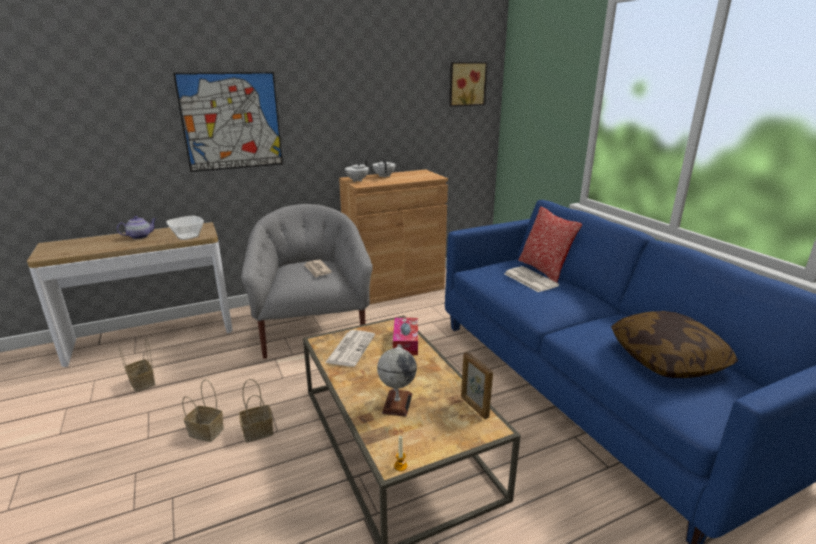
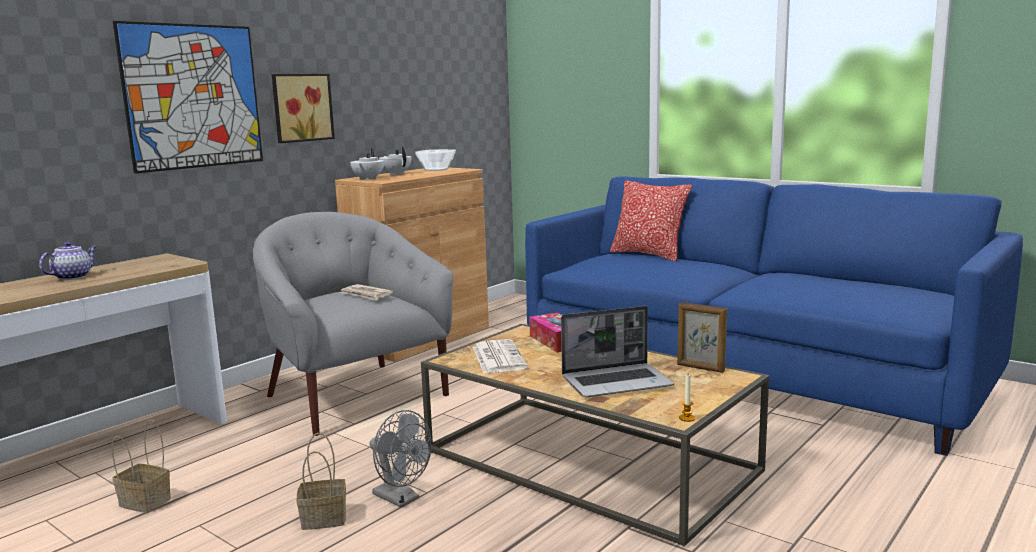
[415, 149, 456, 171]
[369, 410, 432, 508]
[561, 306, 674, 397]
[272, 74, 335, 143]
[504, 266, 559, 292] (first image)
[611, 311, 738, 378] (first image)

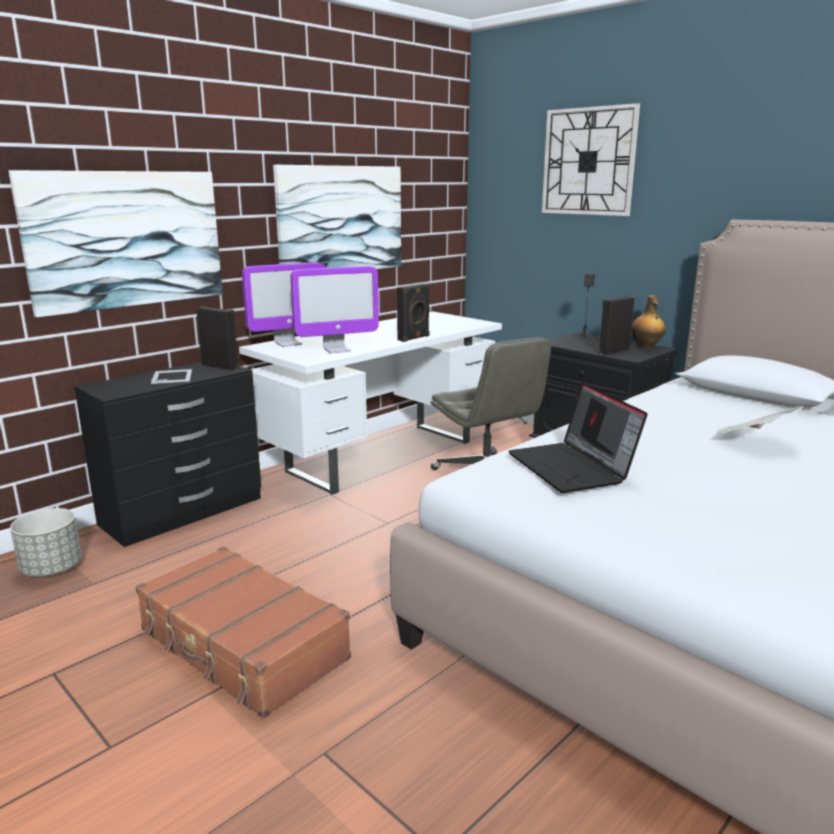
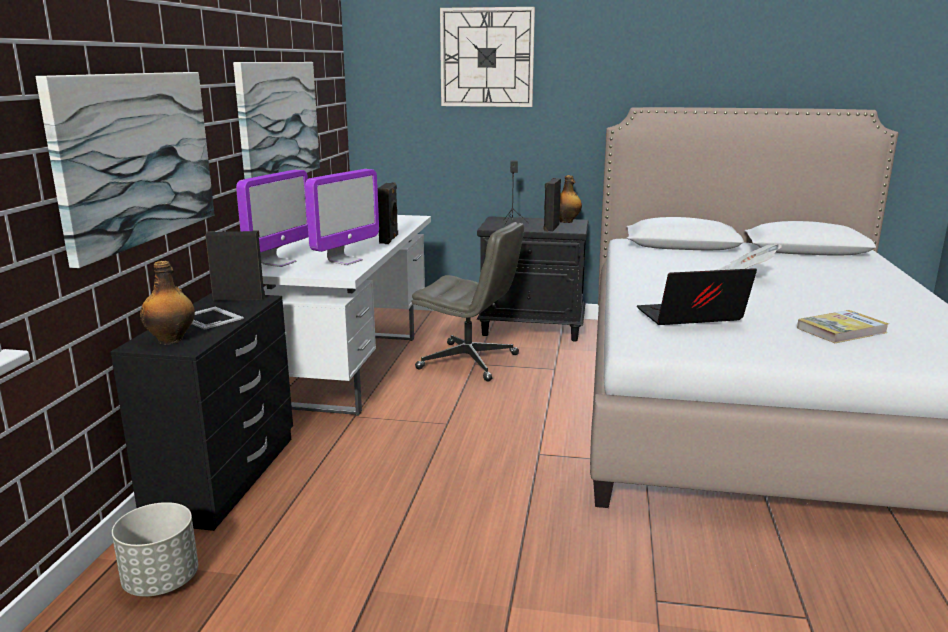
[136, 546, 351, 718] (first image)
[637, 268, 757, 325]
[140, 261, 195, 344]
[797, 310, 889, 343]

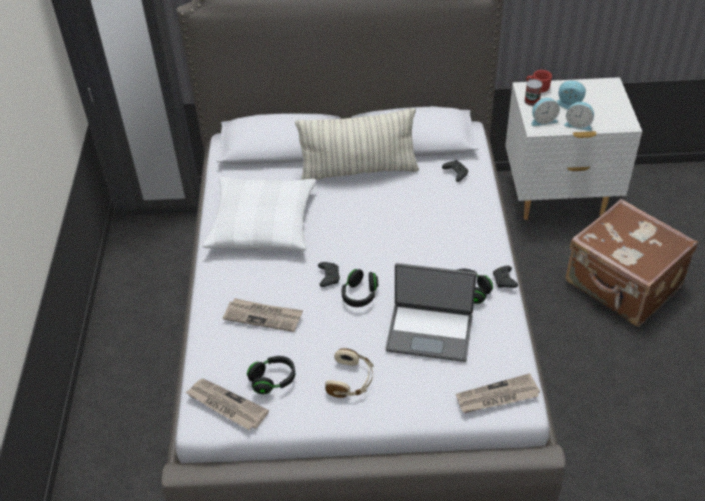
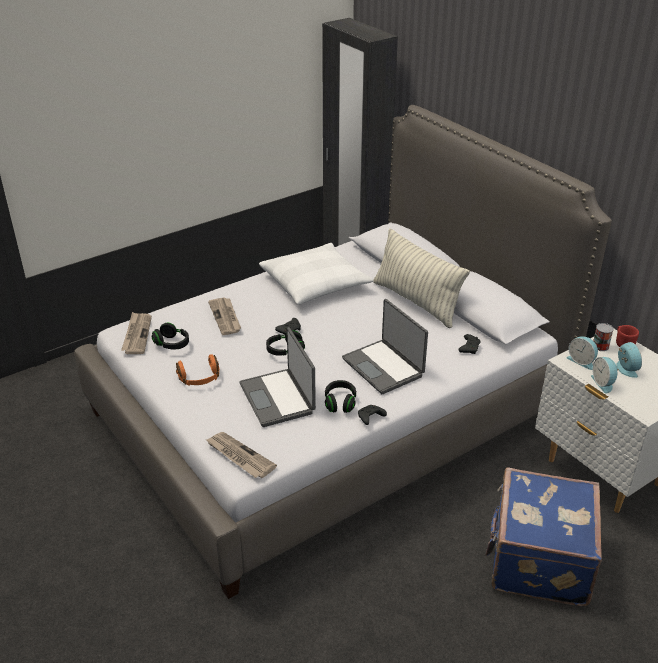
[176, 354, 219, 386]
[485, 467, 602, 606]
[342, 299, 428, 394]

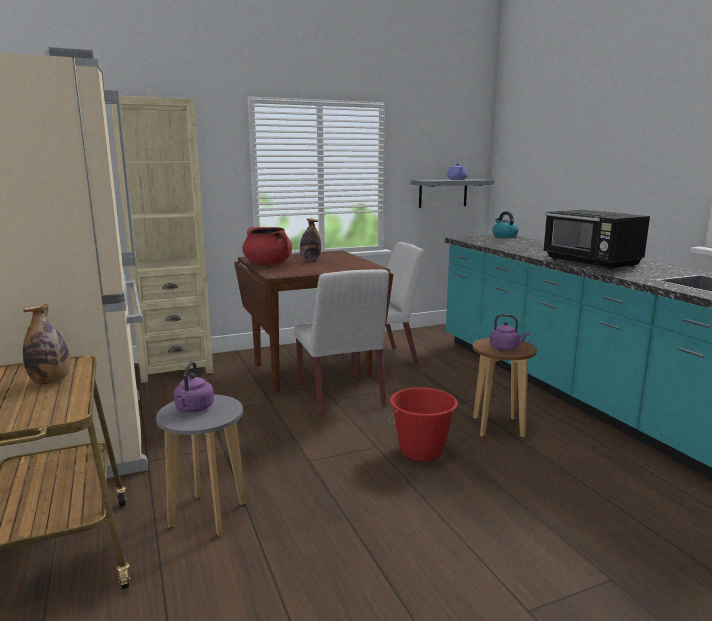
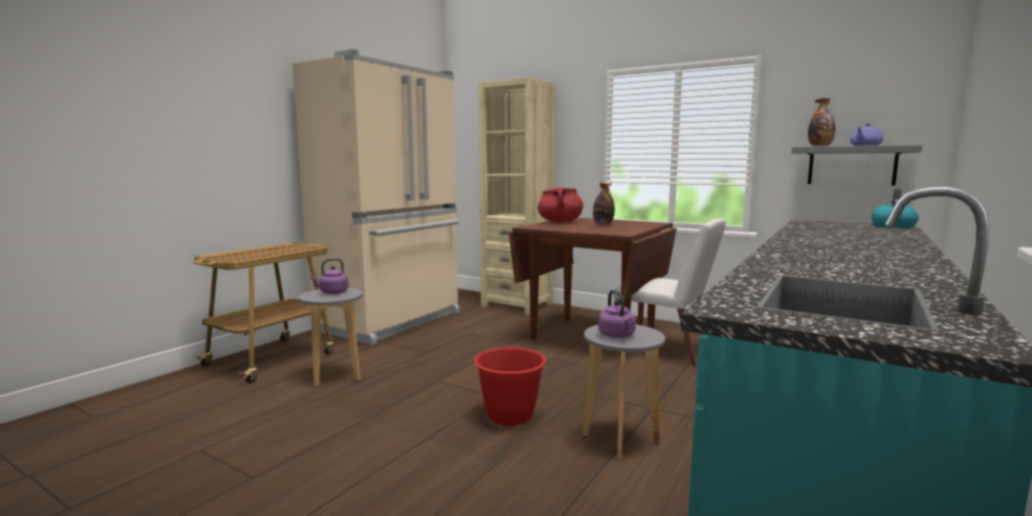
[808, 98, 836, 147]
[294, 269, 389, 418] (first image)
[582, 325, 665, 459]
[543, 210, 650, 270] (first image)

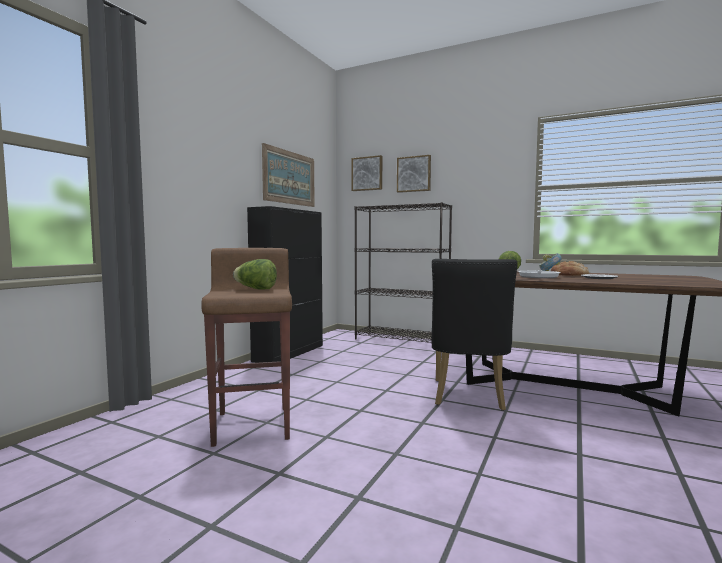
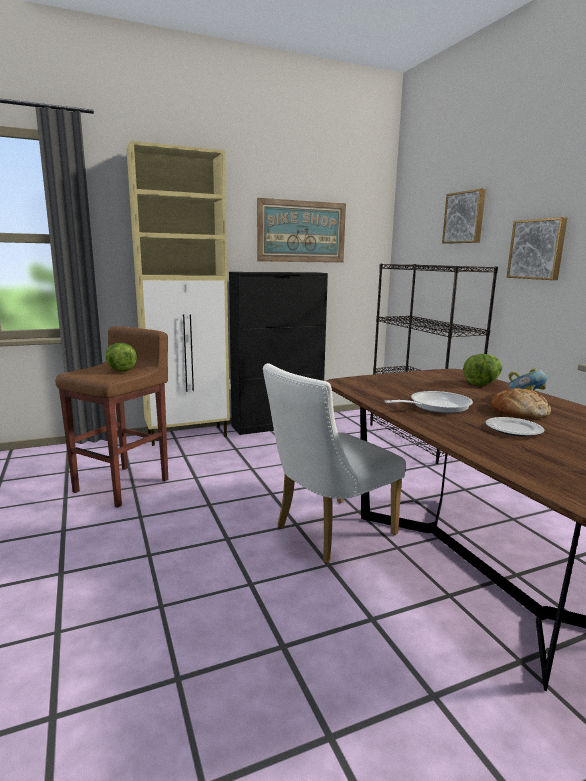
[506, 217, 567, 280]
[263, 363, 406, 563]
[126, 141, 230, 446]

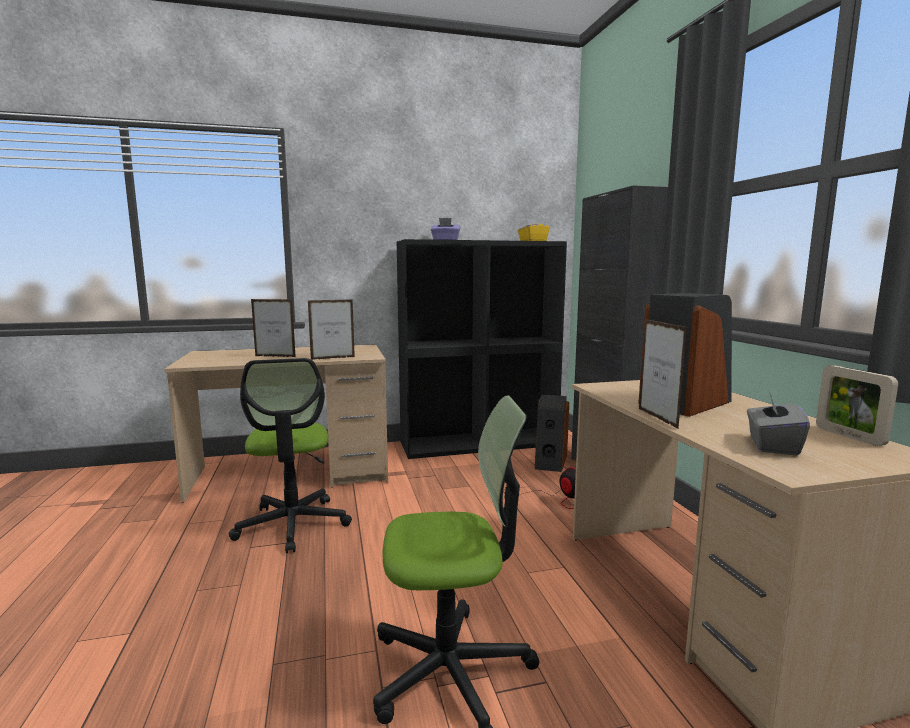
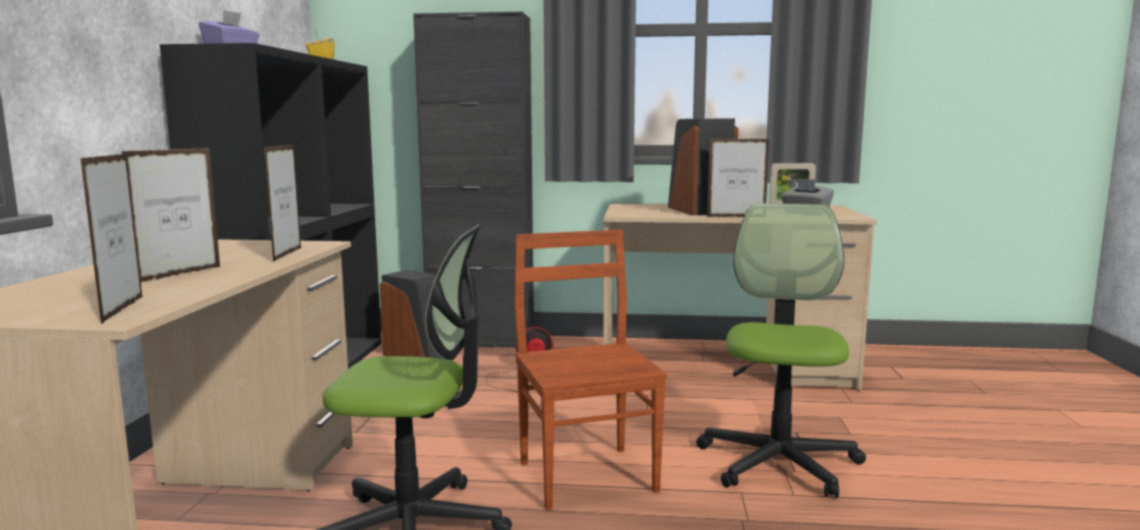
[80, 153, 143, 324]
[514, 230, 667, 510]

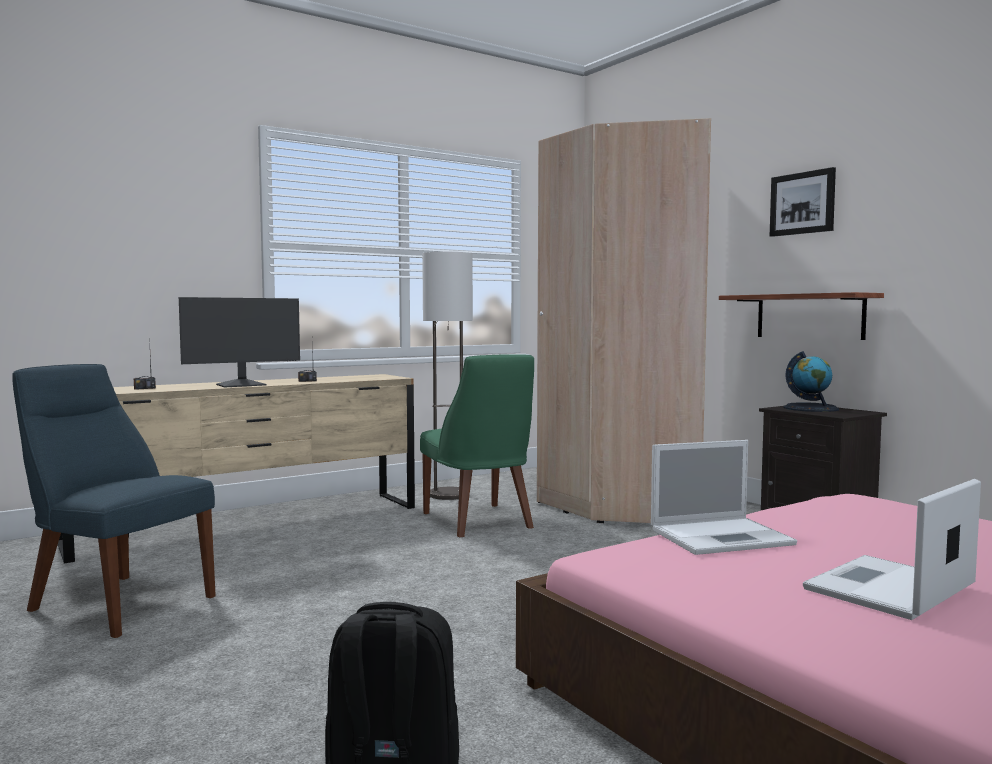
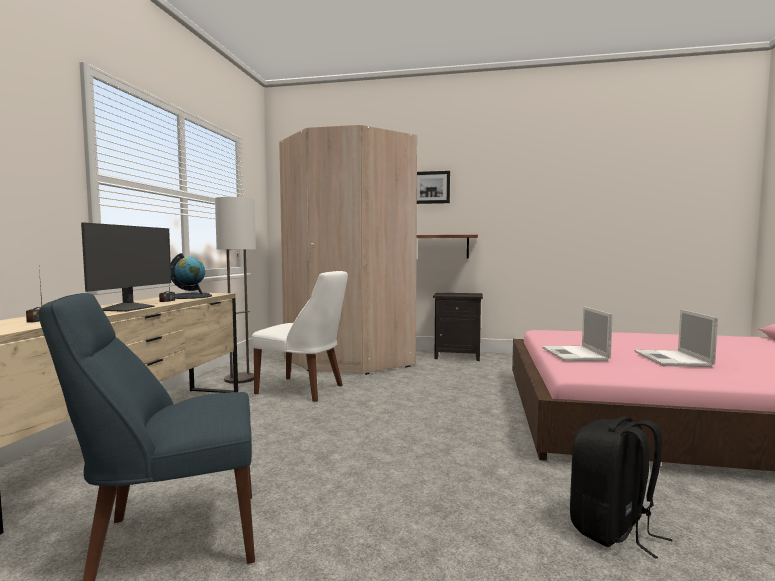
[252, 271, 348, 402]
[542, 306, 613, 361]
[171, 253, 212, 299]

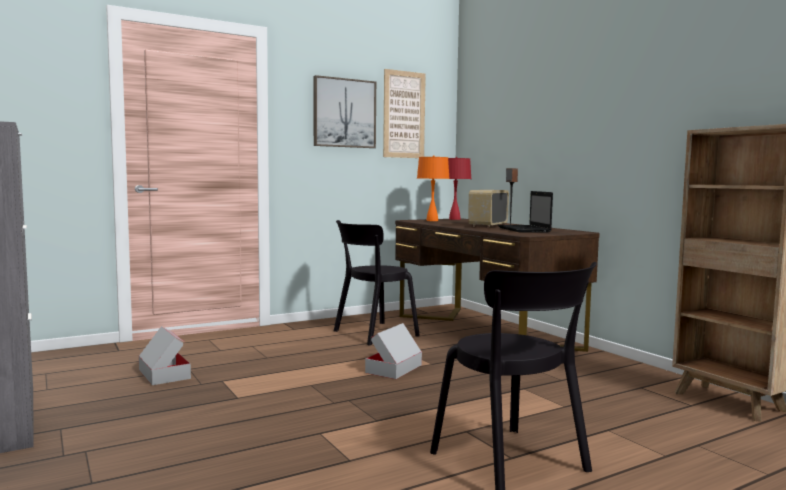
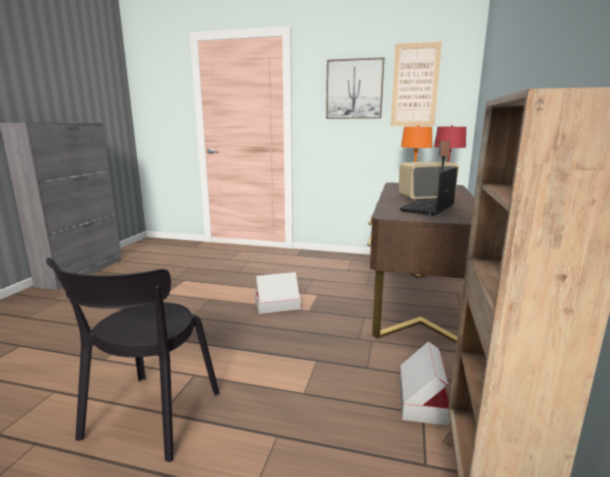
[399, 341, 450, 426]
[334, 220, 420, 346] (first image)

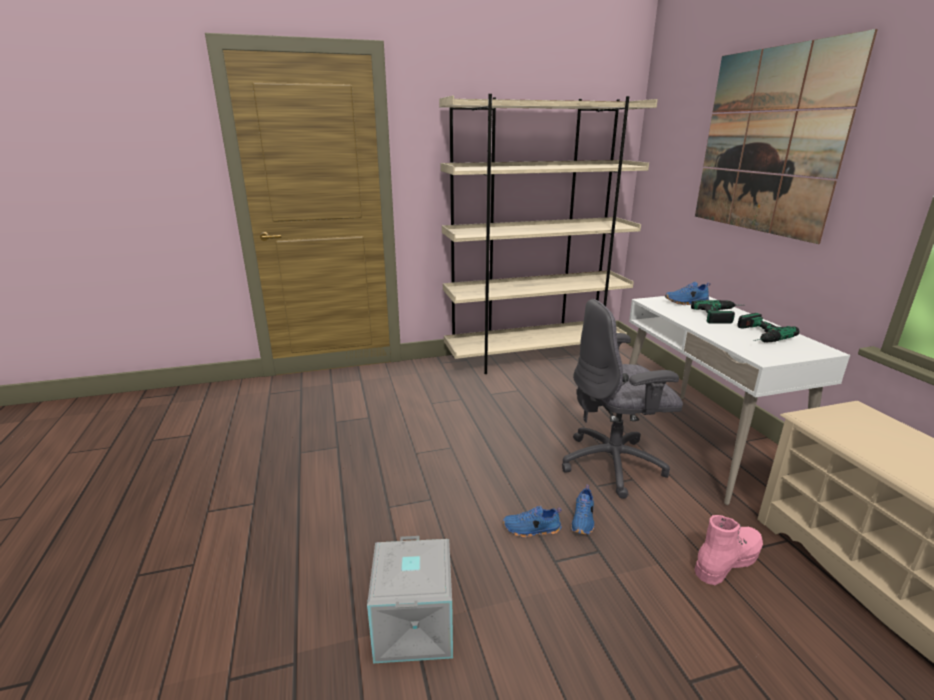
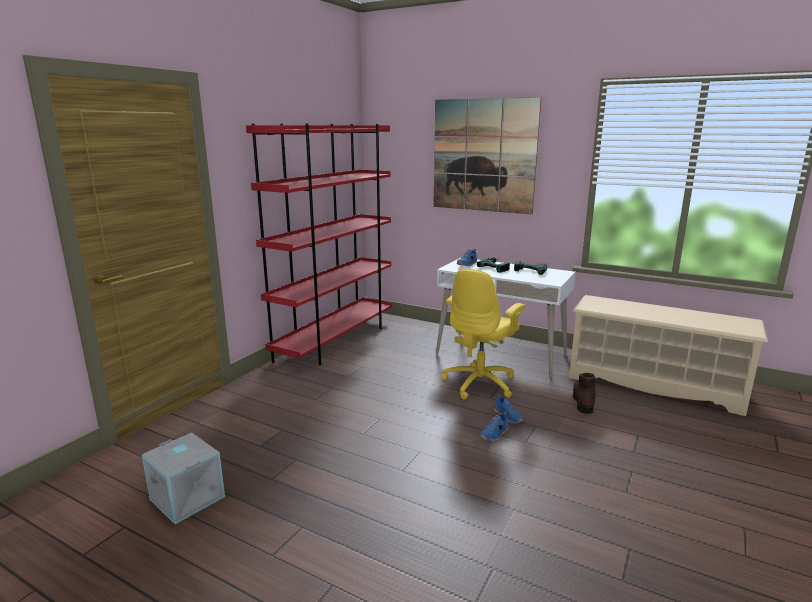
[142, 433, 225, 524]
[246, 124, 392, 365]
[441, 269, 525, 400]
[573, 373, 597, 414]

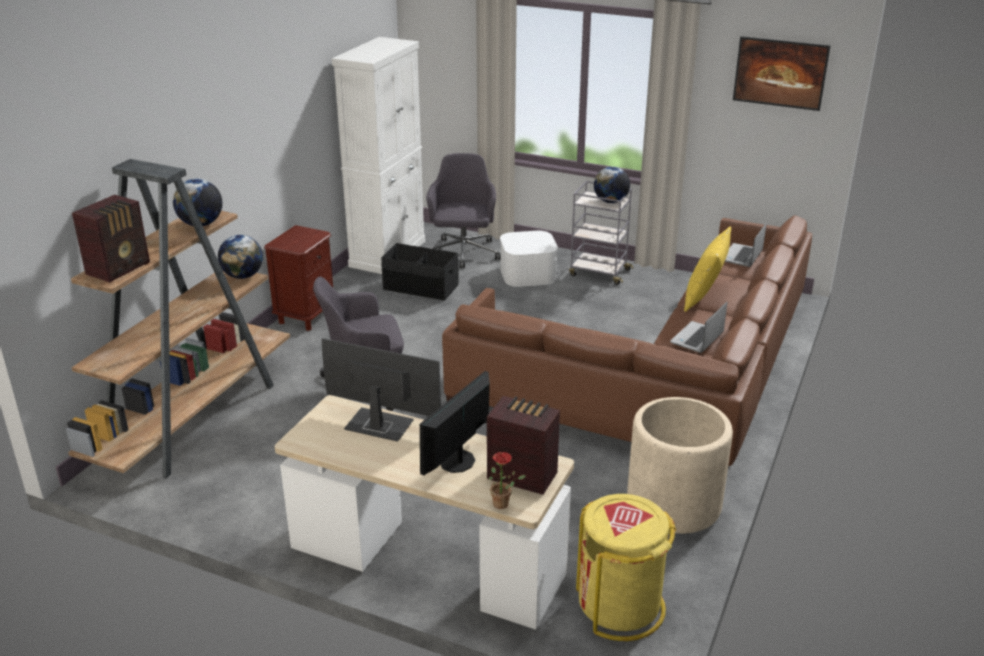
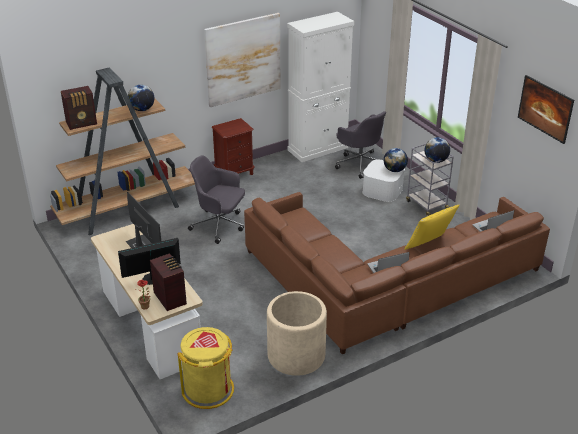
[384, 148, 408, 172]
[381, 243, 459, 301] (first image)
[335, 111, 386, 179]
[204, 13, 281, 107]

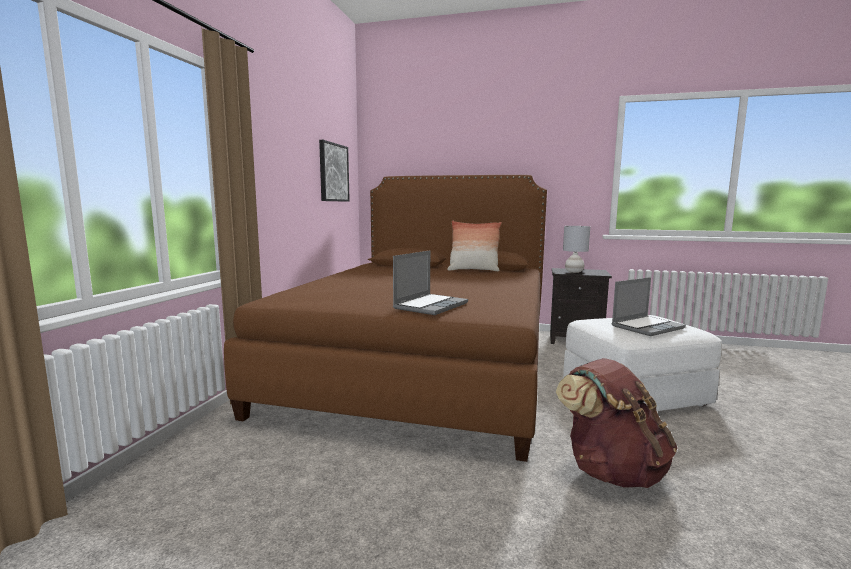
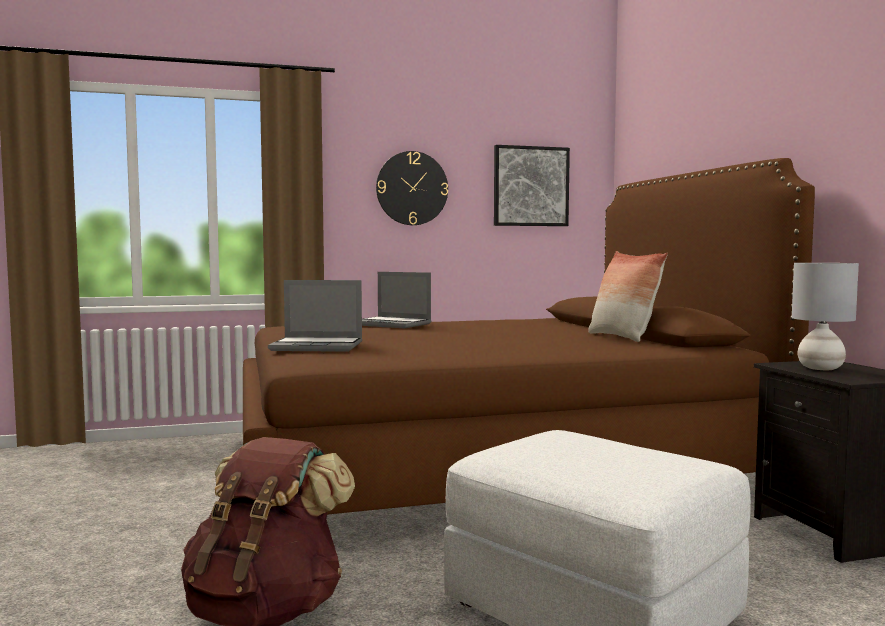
[362, 272, 431, 328]
[376, 151, 448, 225]

